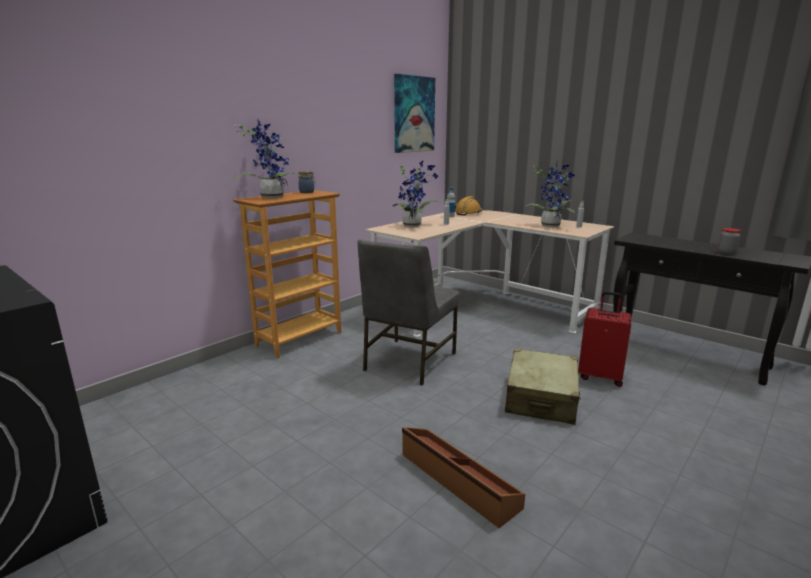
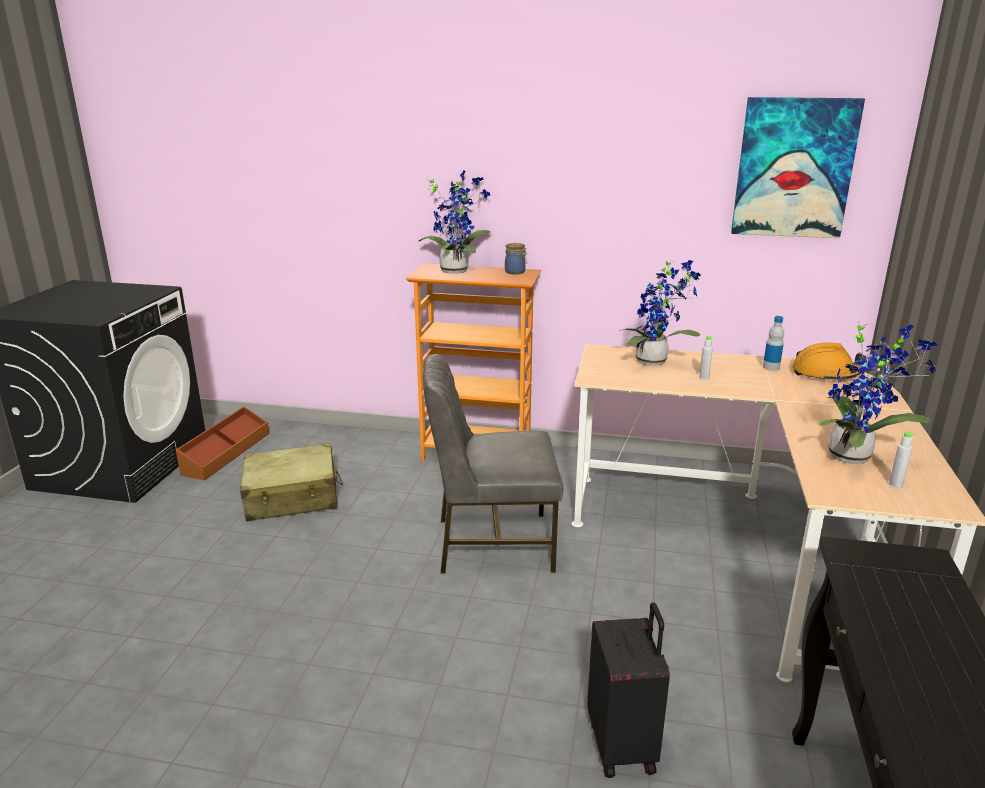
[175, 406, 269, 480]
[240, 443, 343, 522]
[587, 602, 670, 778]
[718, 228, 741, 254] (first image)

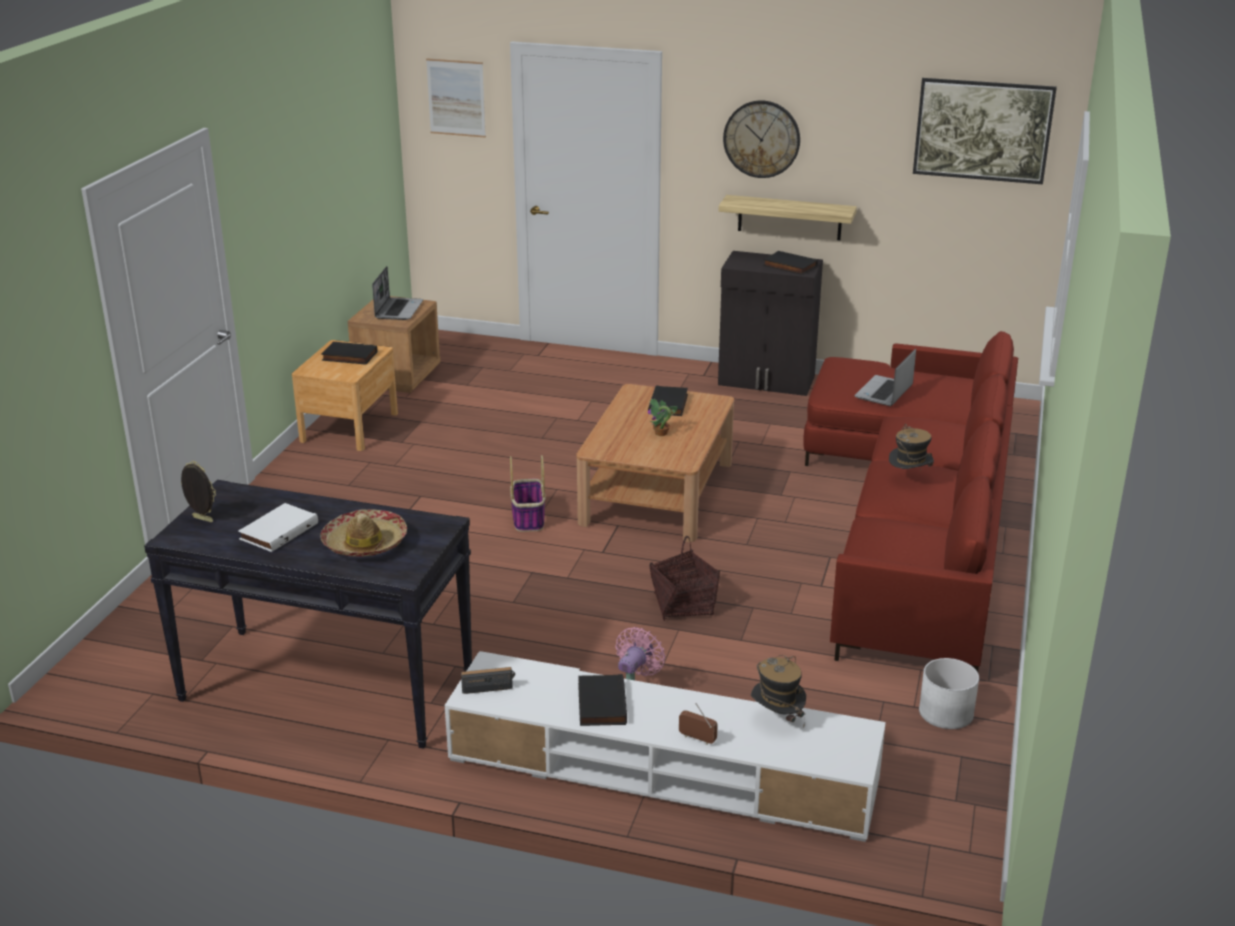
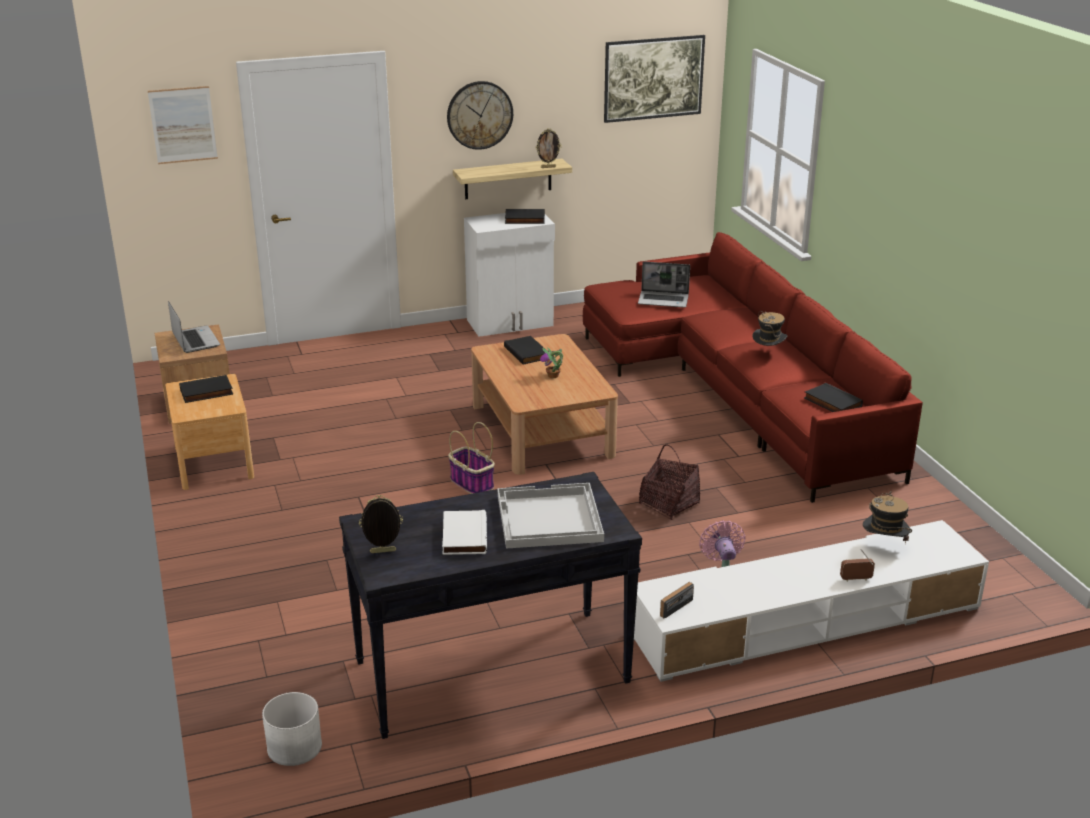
[498, 483, 604, 549]
[804, 383, 863, 412]
[464, 213, 555, 337]
[638, 262, 690, 307]
[262, 692, 322, 766]
[536, 128, 561, 168]

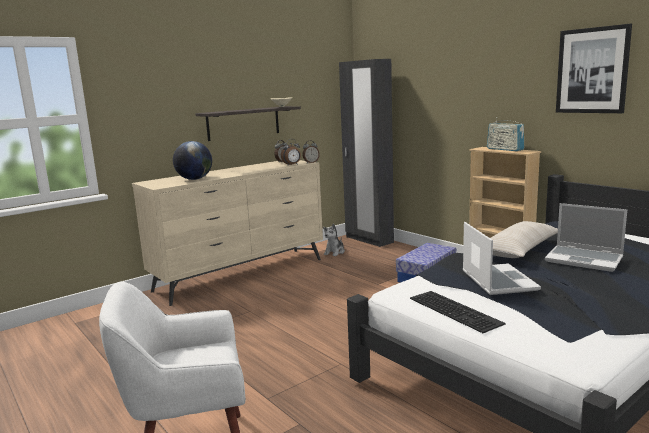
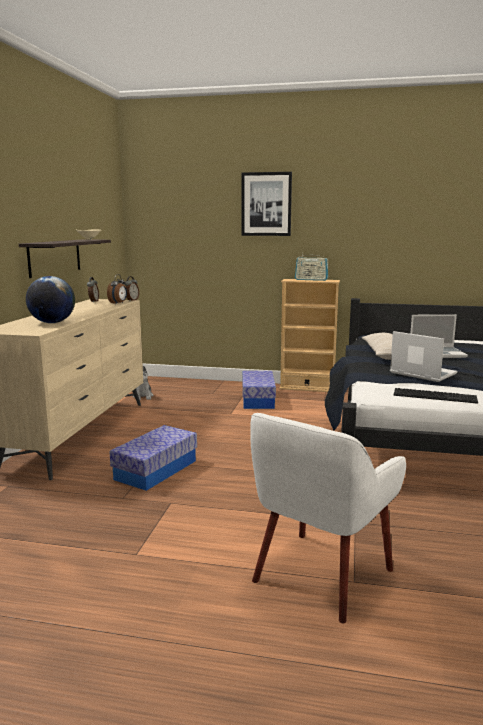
[339, 59, 394, 247] (first image)
[242, 172, 292, 236]
[110, 425, 197, 491]

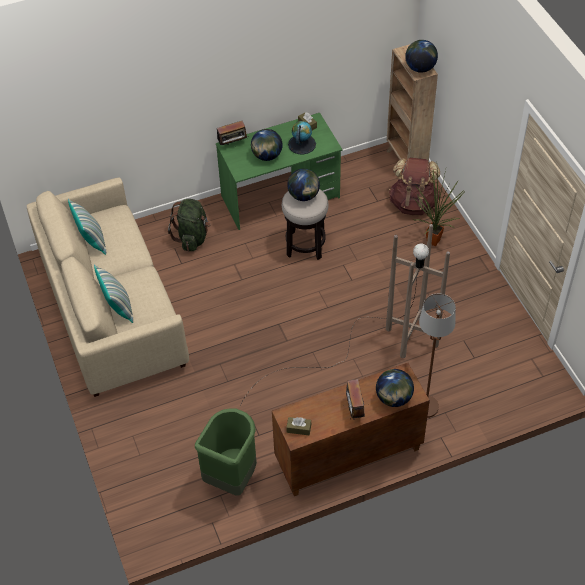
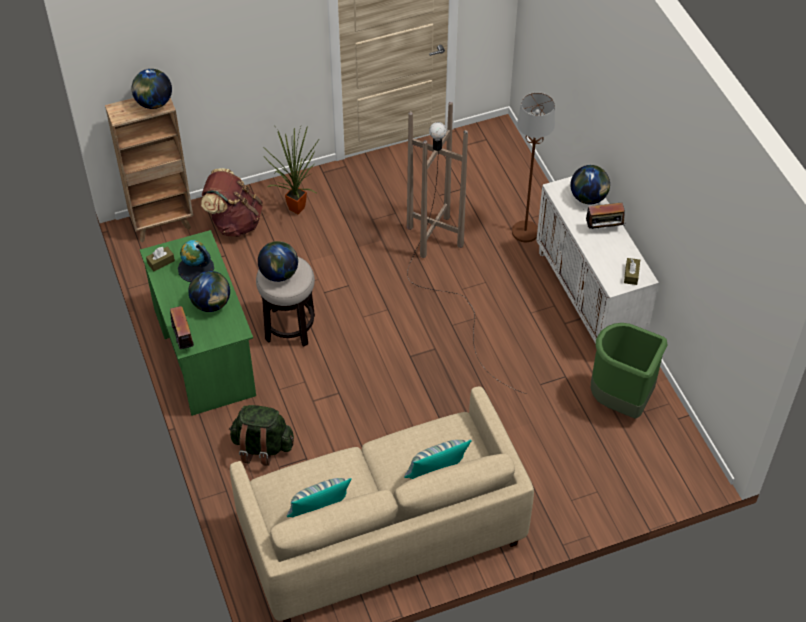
[536, 176, 659, 344]

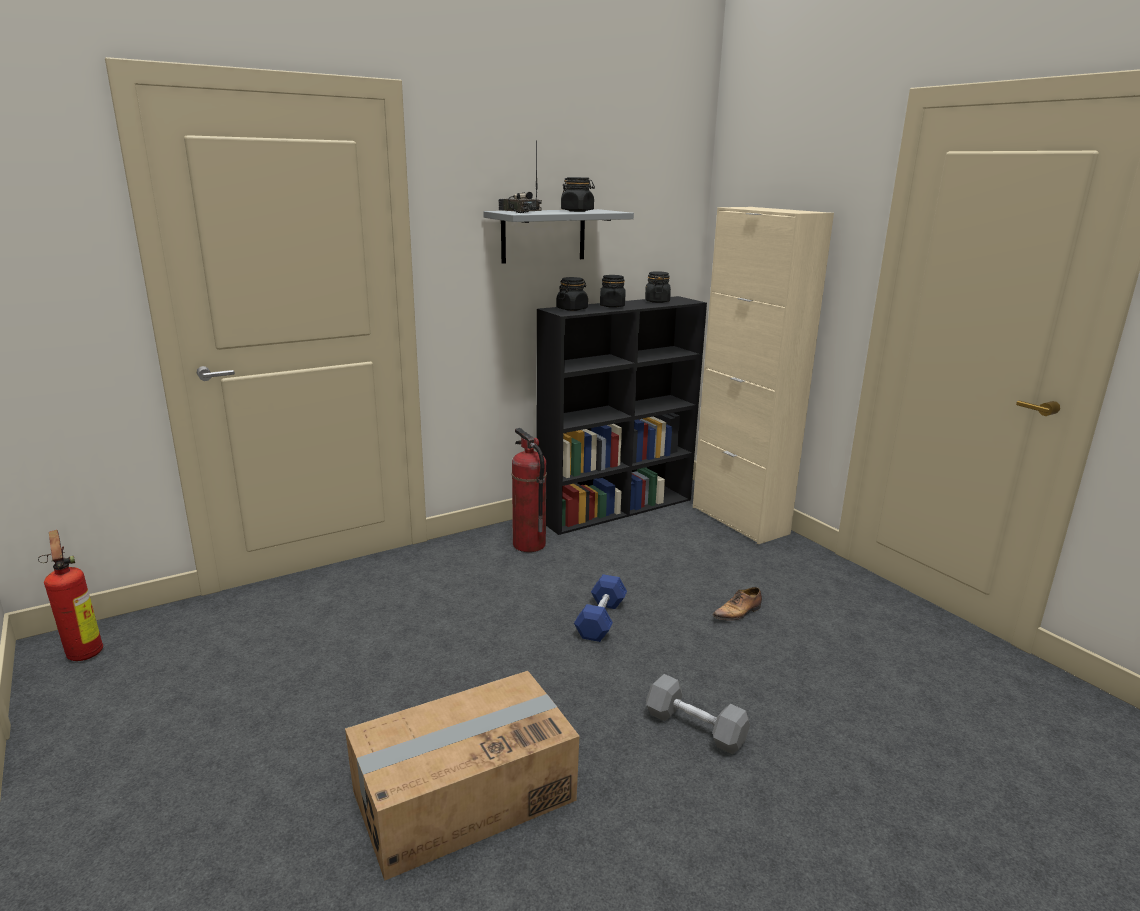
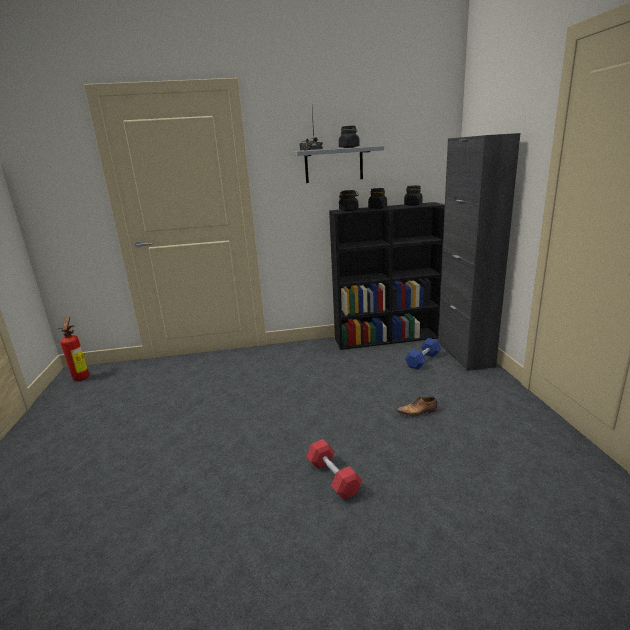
[345, 671, 579, 881] (first image)
[512, 428, 547, 552] (first image)
[405, 338, 441, 370]
[306, 439, 362, 500]
[438, 133, 520, 371]

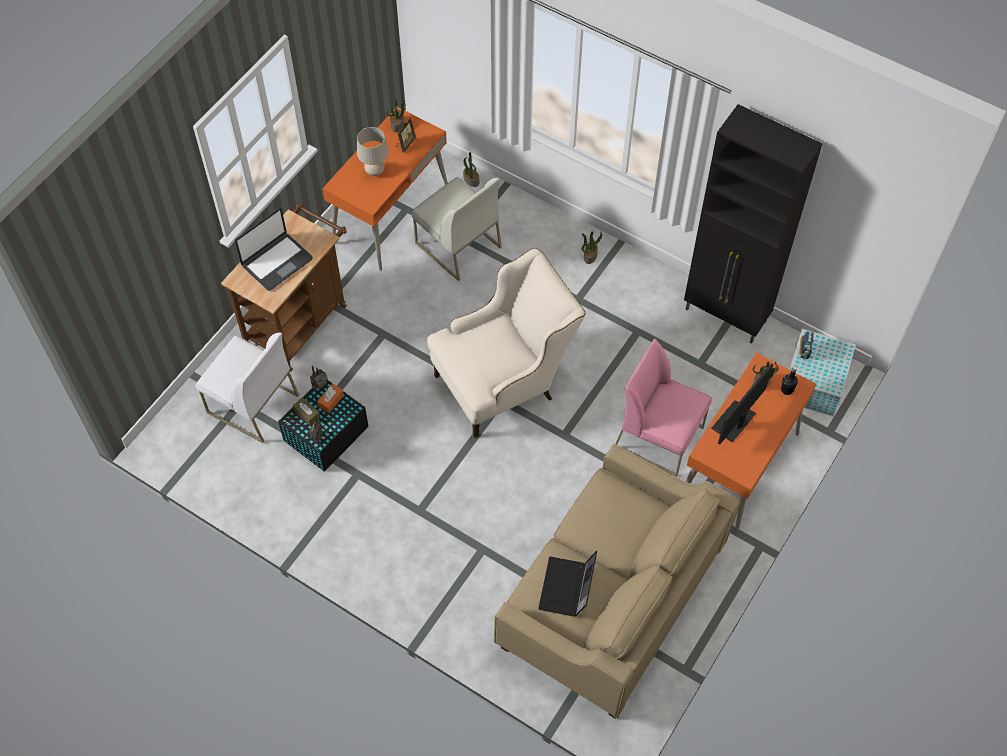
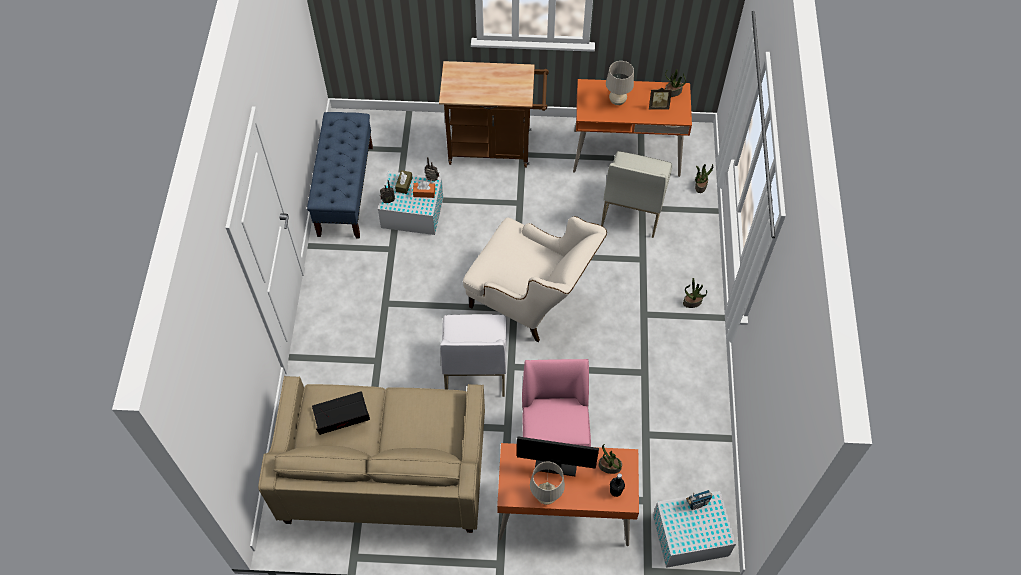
[440, 314, 507, 397]
[235, 208, 313, 291] (first image)
[378, 171, 443, 235]
[684, 104, 822, 344] (first image)
[307, 112, 373, 239]
[530, 462, 565, 505]

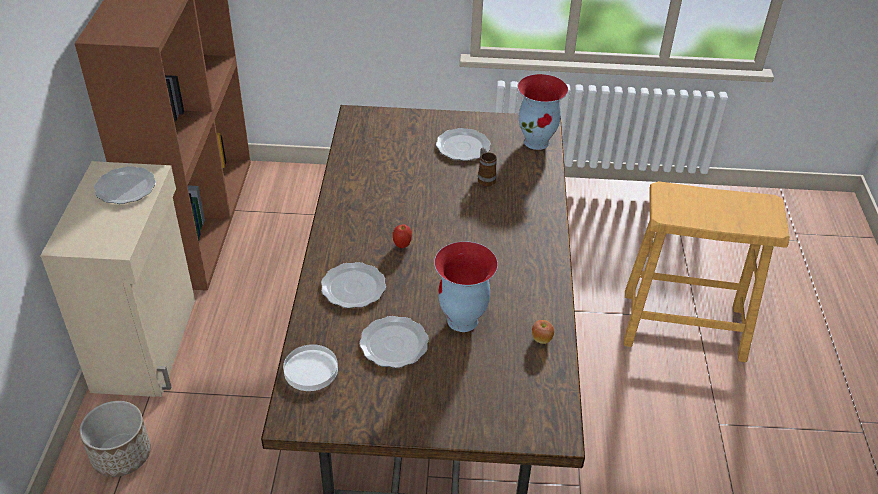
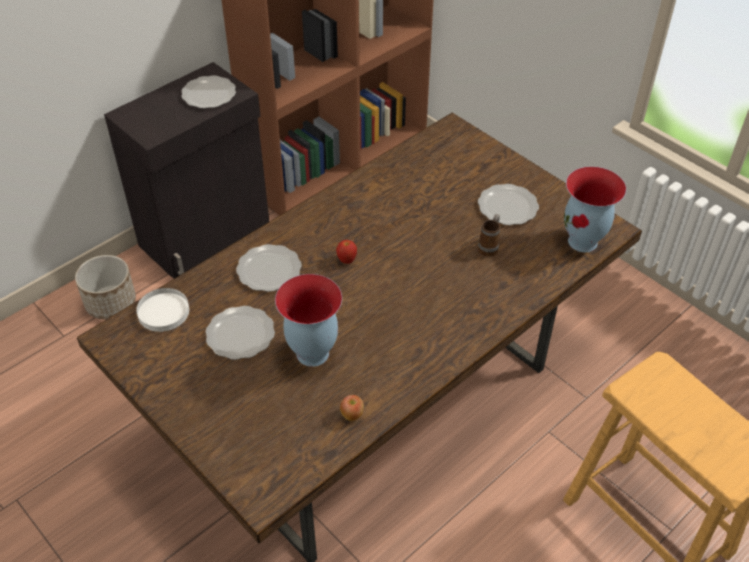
[104, 62, 269, 279]

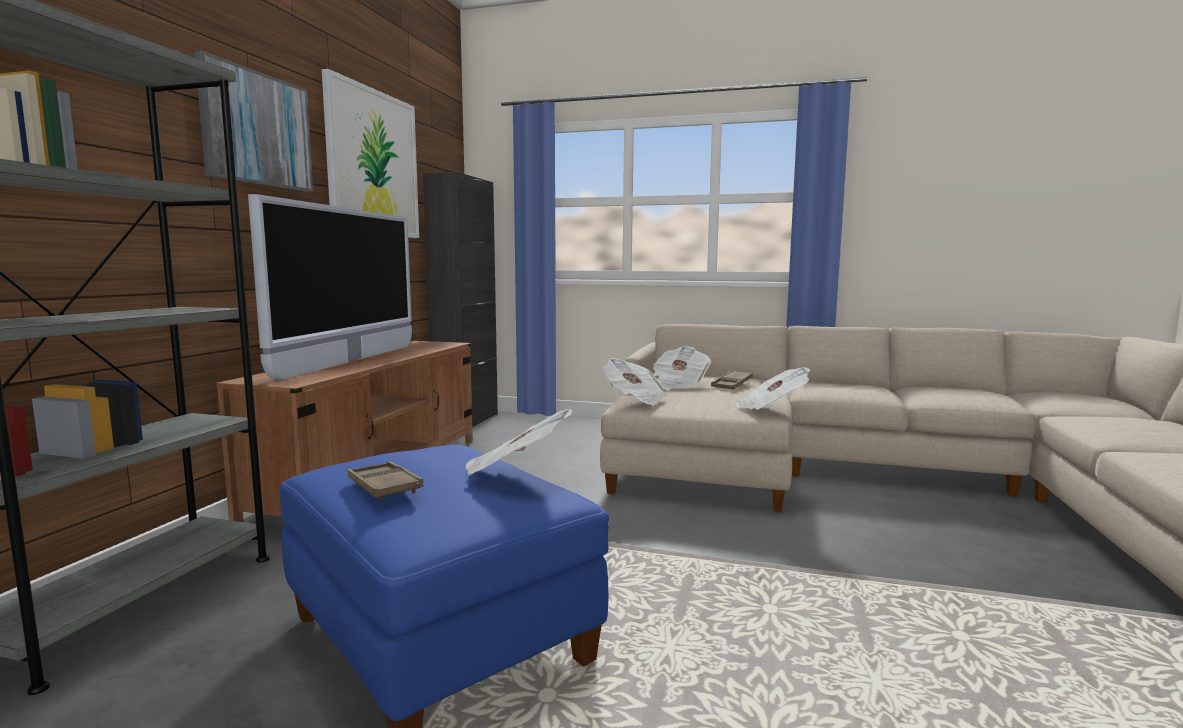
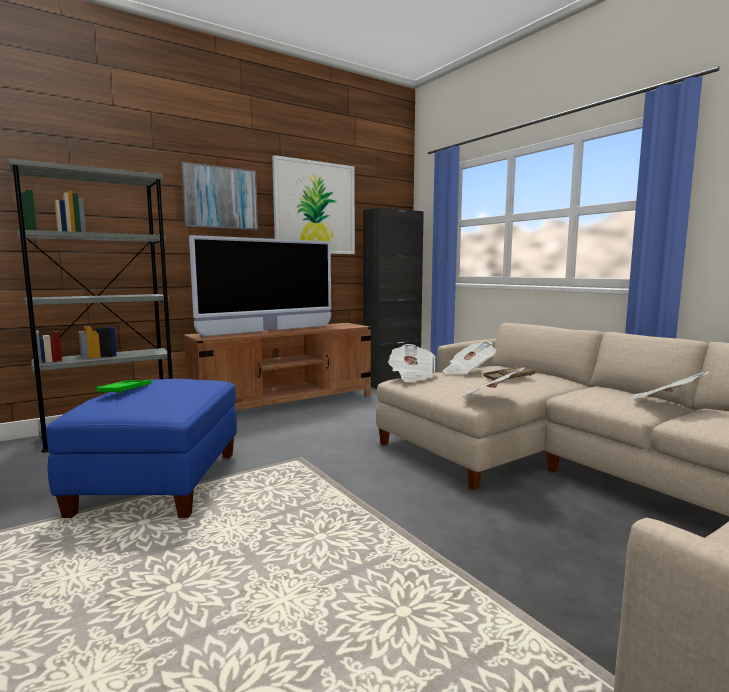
[96, 380, 152, 394]
[633, 371, 709, 400]

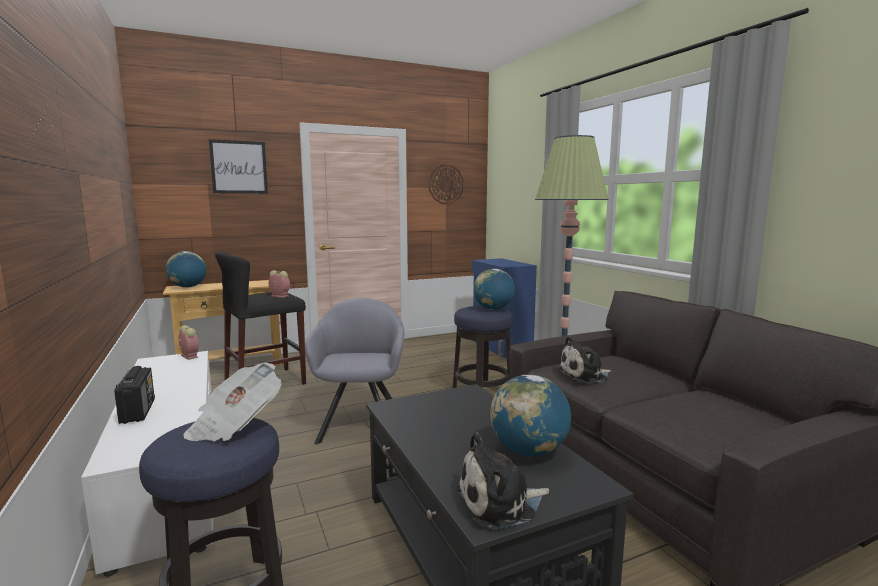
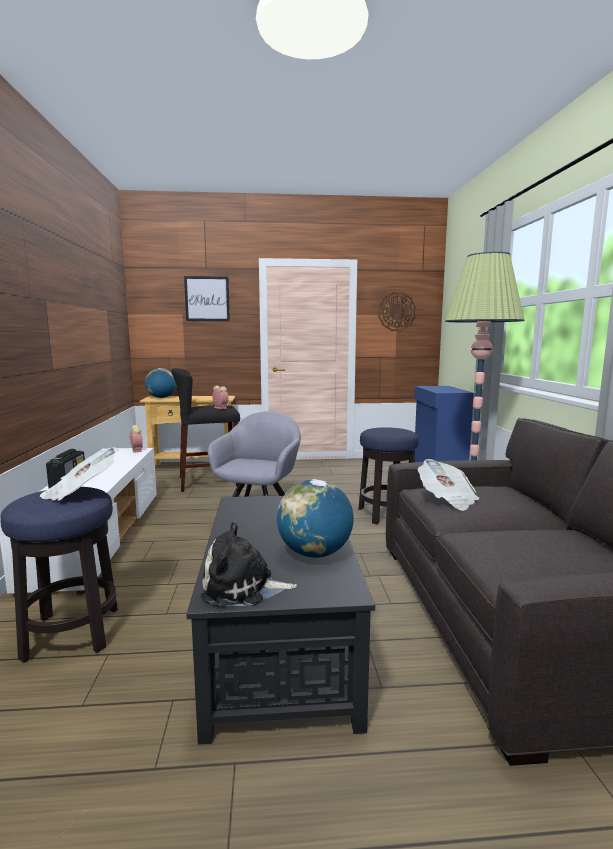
[473, 269, 515, 310] (first image)
[418, 459, 480, 511]

